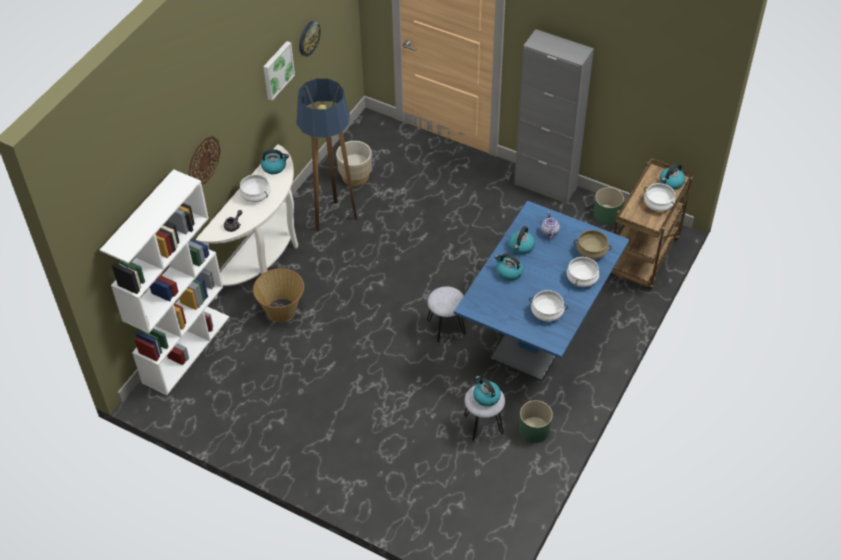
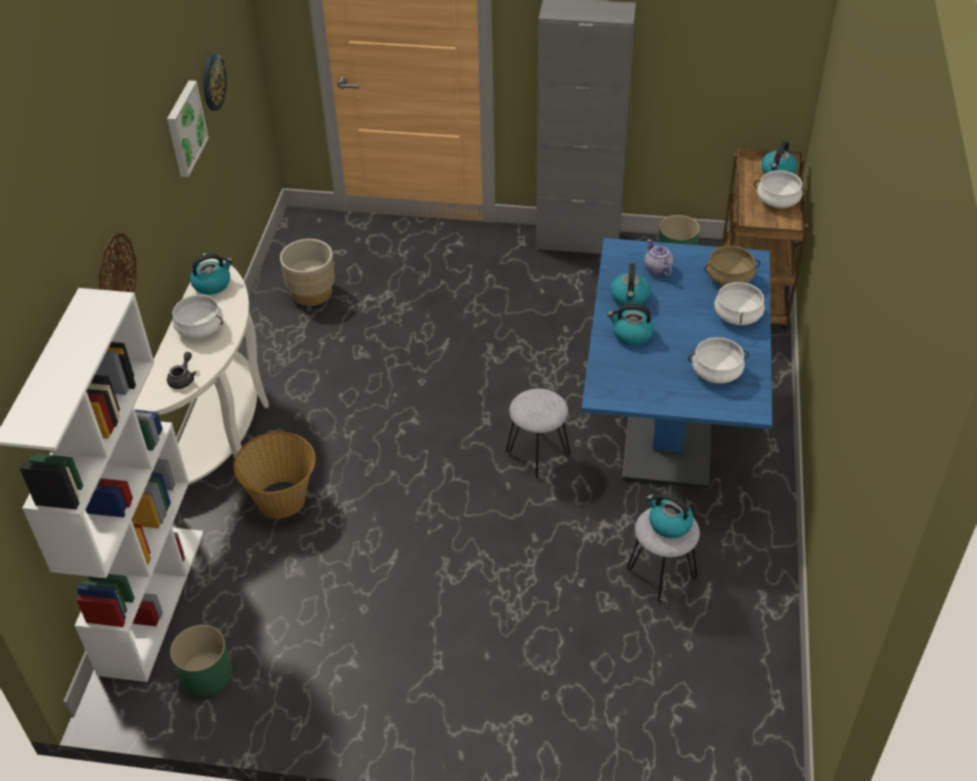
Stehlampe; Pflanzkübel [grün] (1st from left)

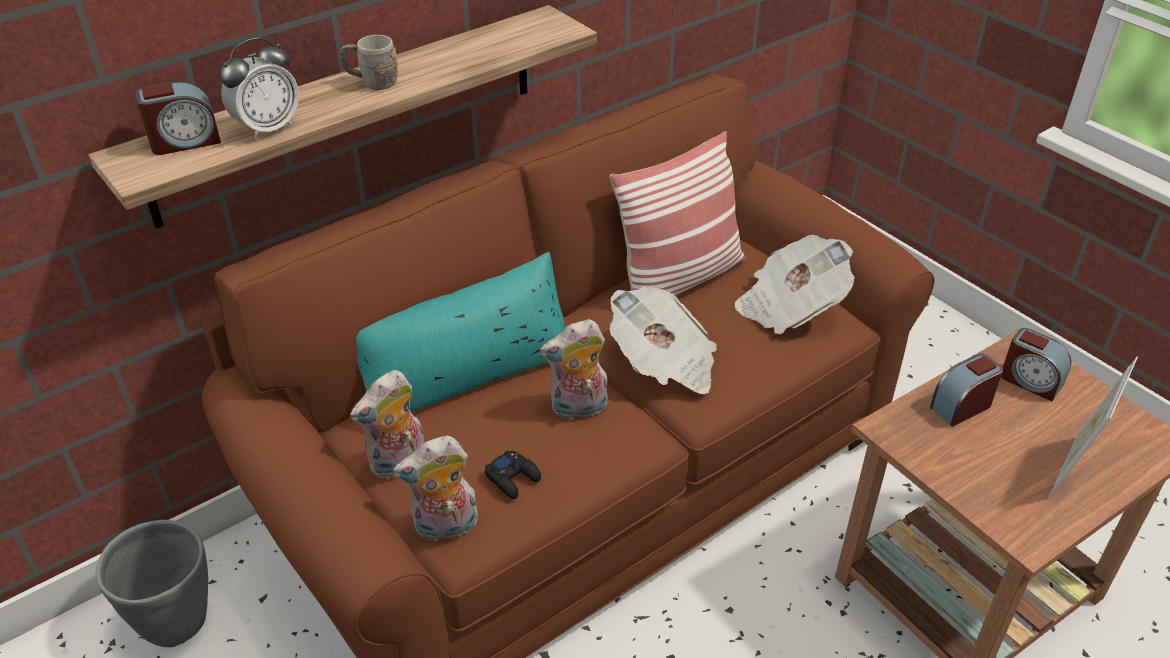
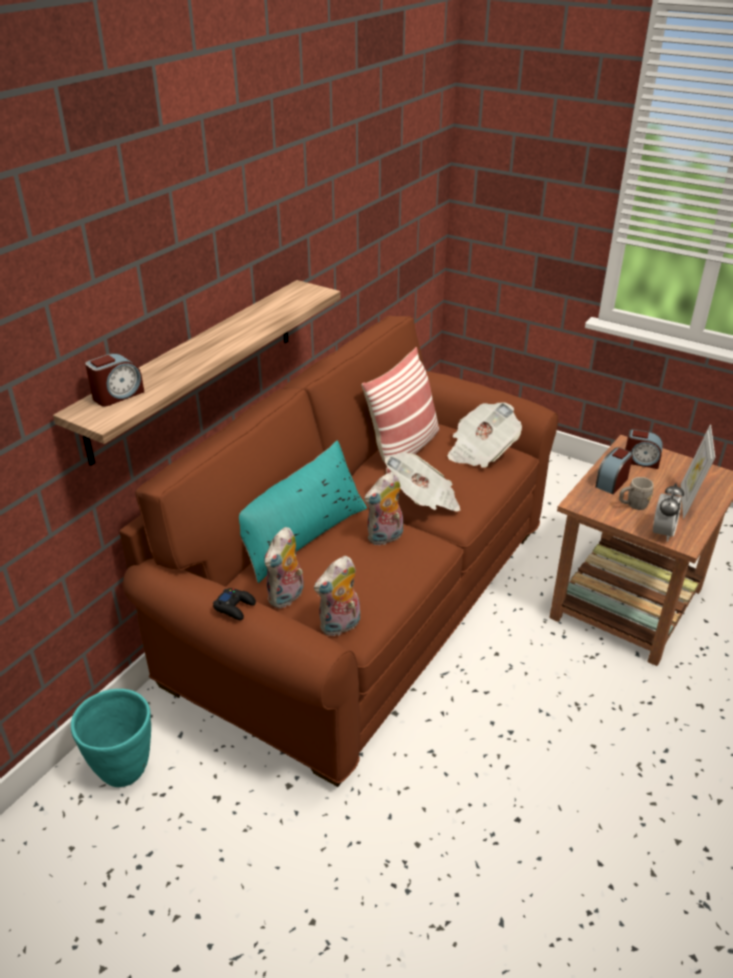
Henkelbecher [grau]; Wecker (4th from left); Gamepad [schwarz]; Pflanzkübel [türkis]

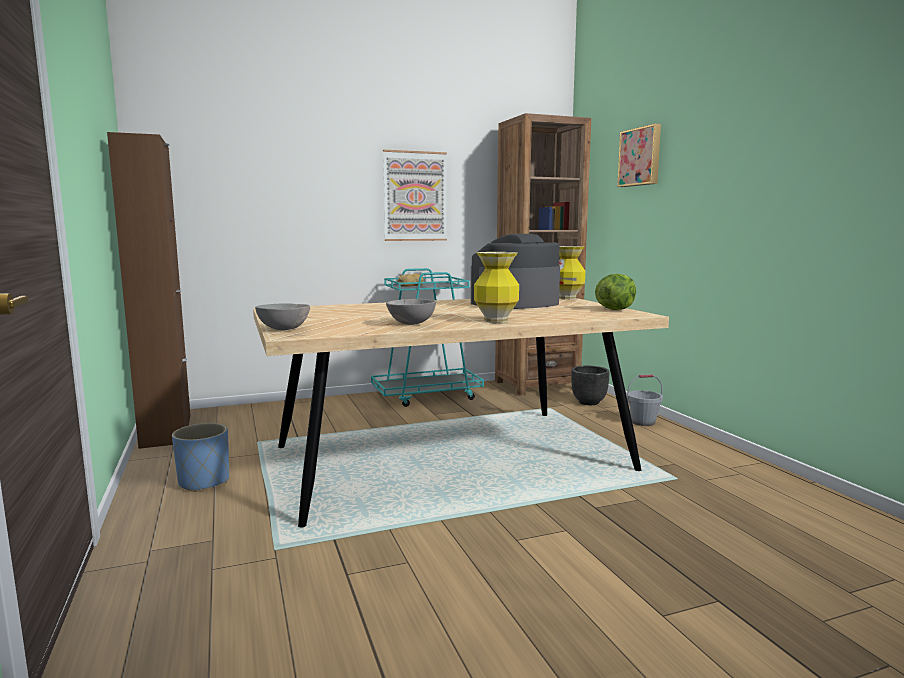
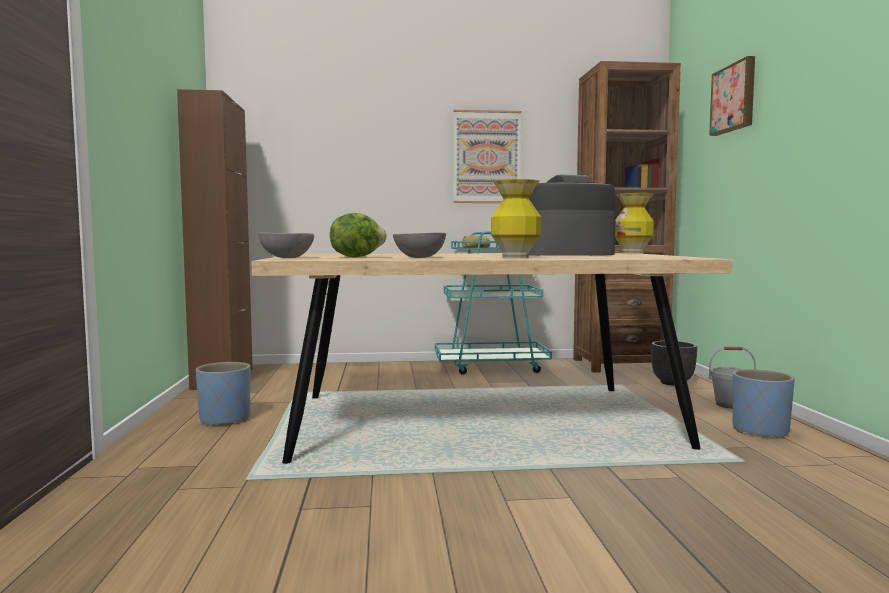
Salatkopf; Pflanzkübel [blau] (2nd from left)

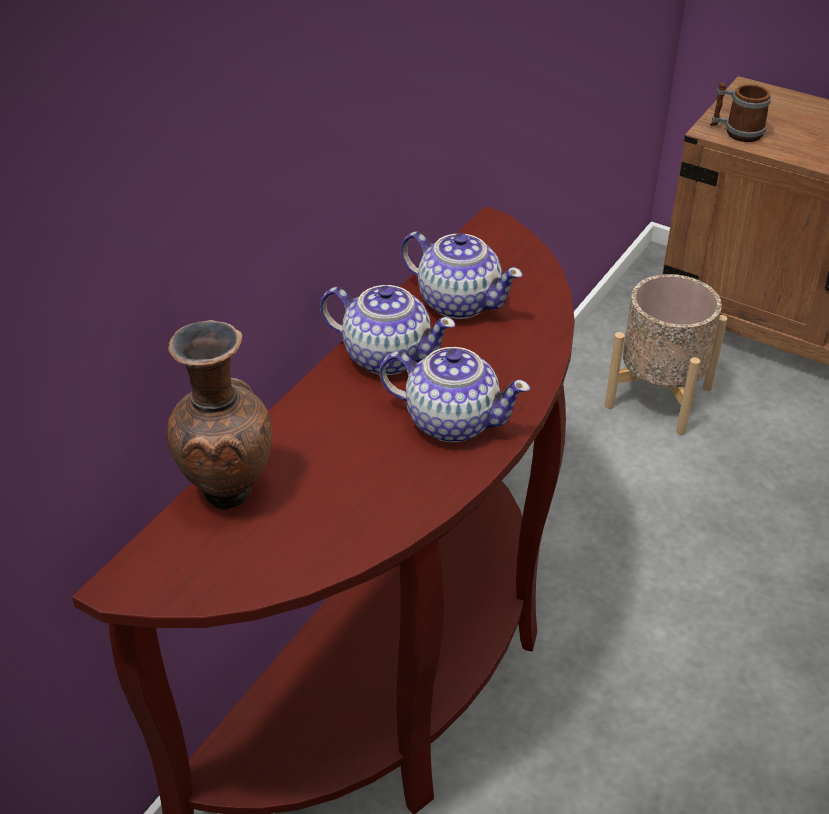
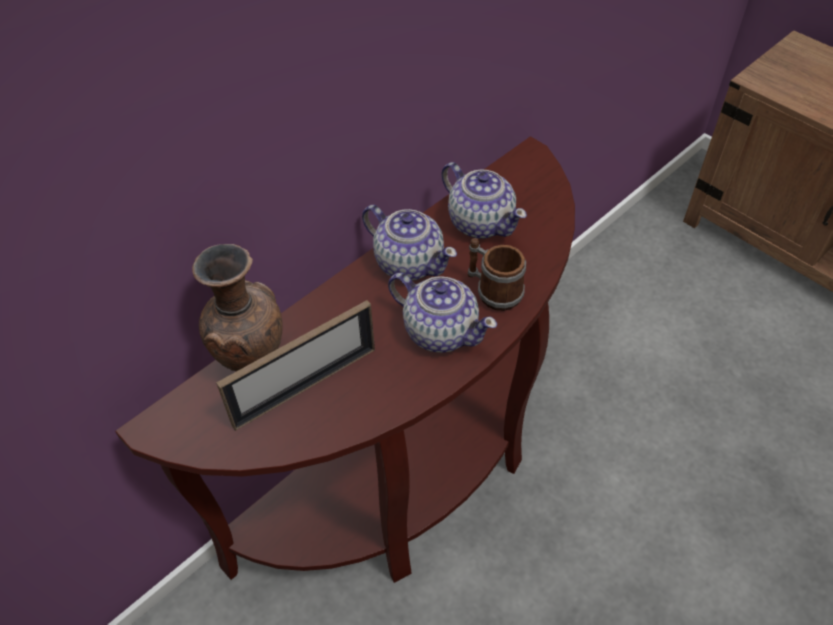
Henkelbecher; Pflanzkübel [beige]; Bilderrahmen

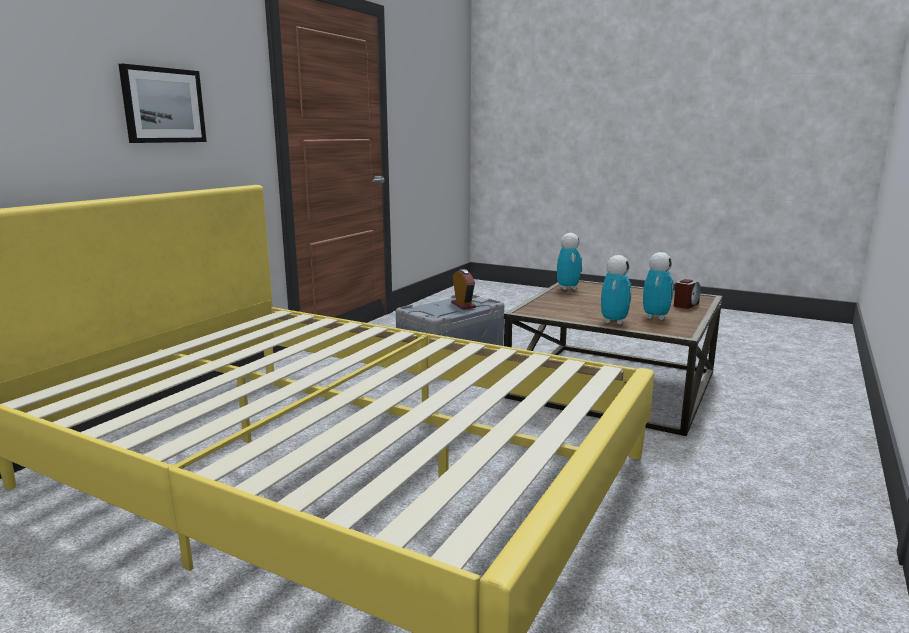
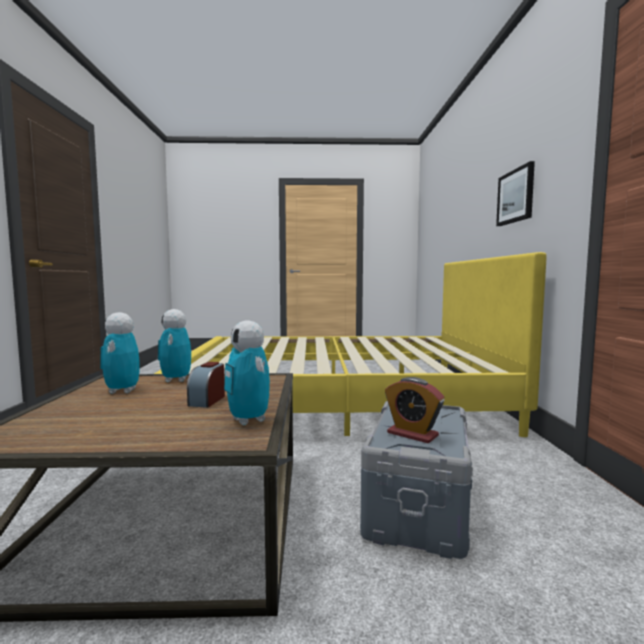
Wecker (1st from left)

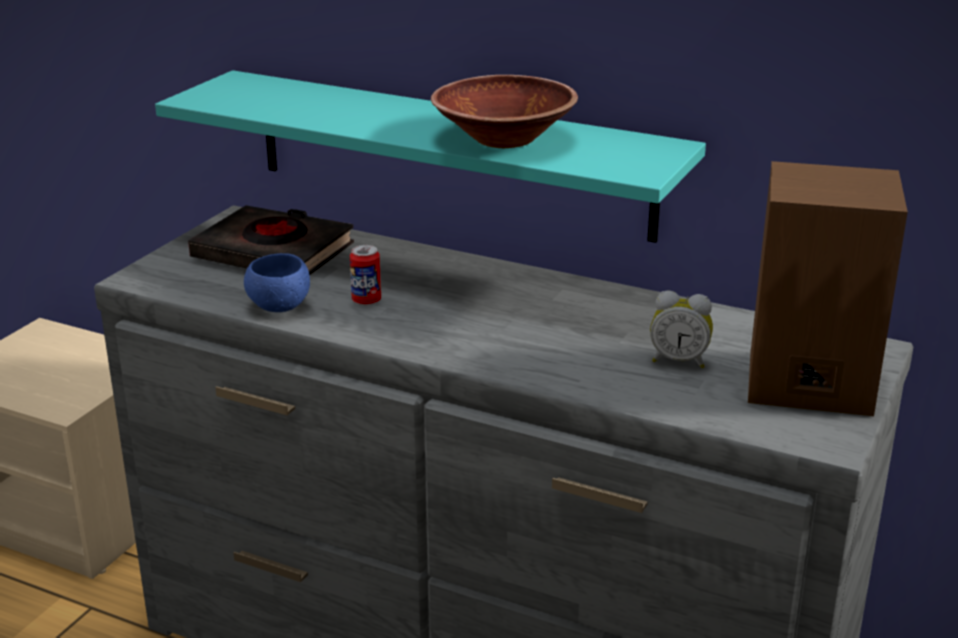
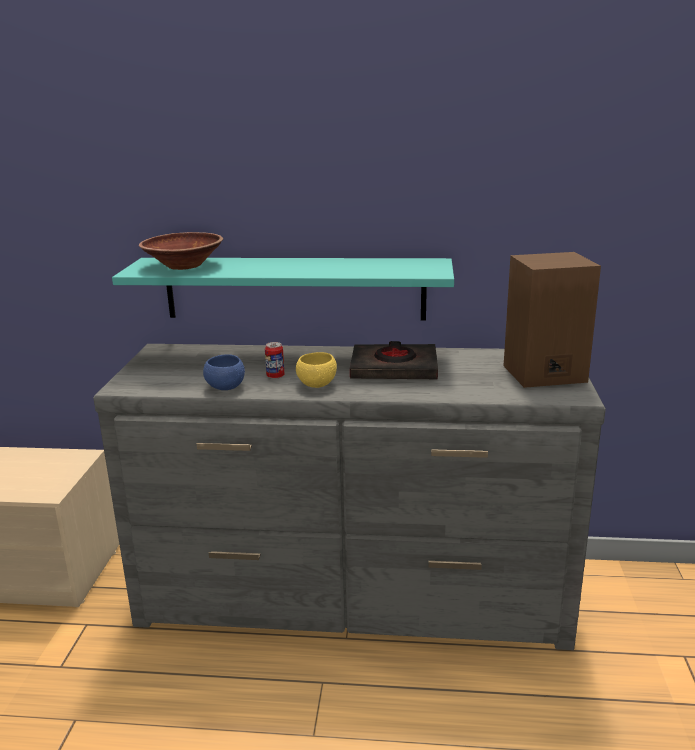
Schüssel [braun]; Buch [schwarz]; Wecker; Schüssel [gelb]

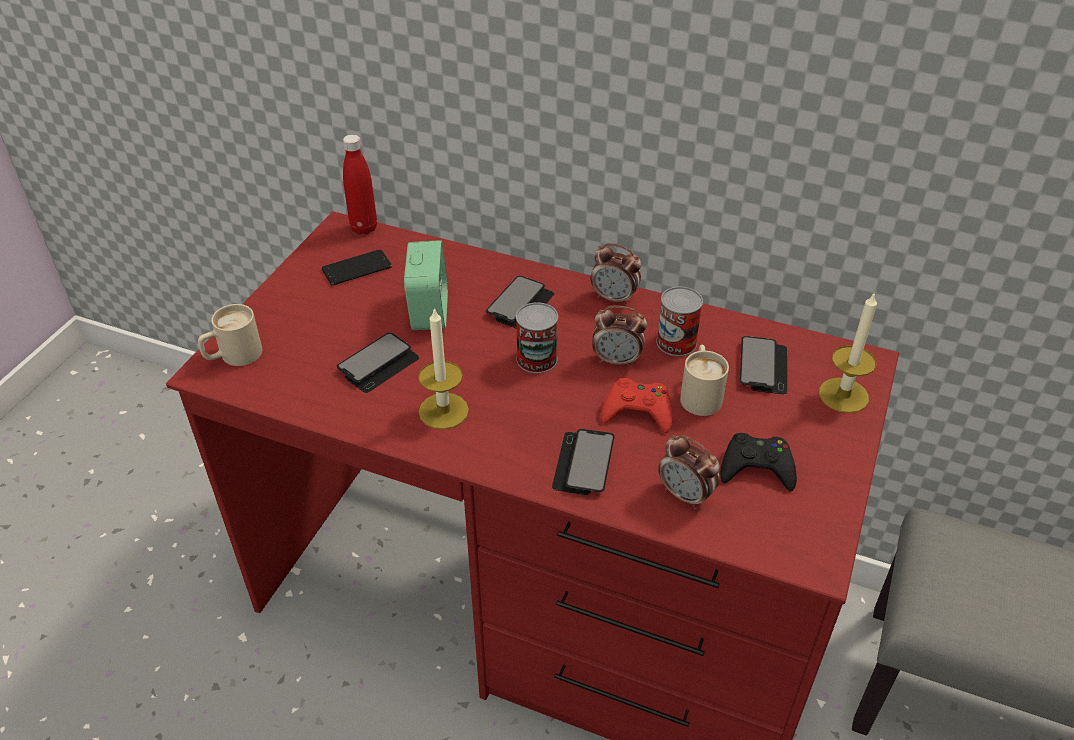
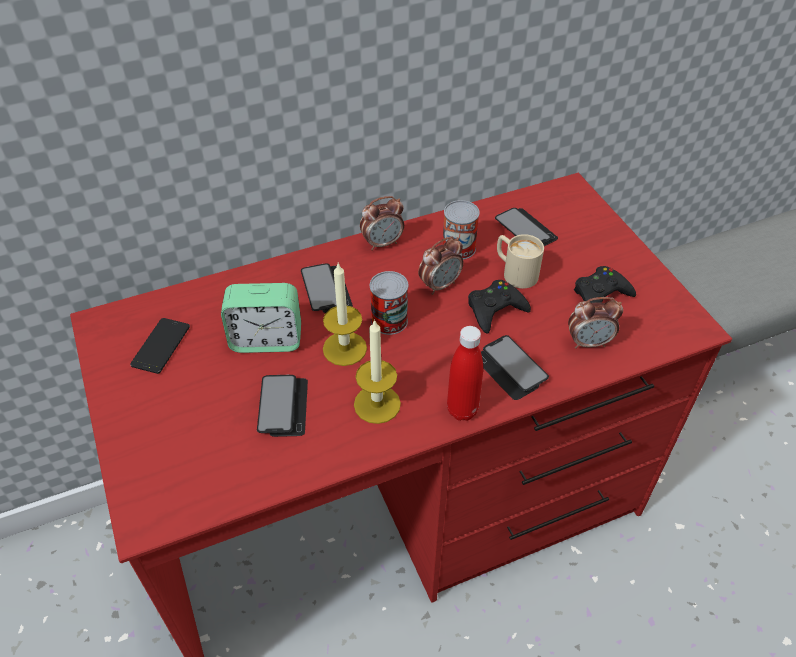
Flasche [rot]; Wecker (1st from left); Kerze (1st from left); Henkelbecher [beige] (1st from left in the first image); Gamepad [schwarz] (1st from left)

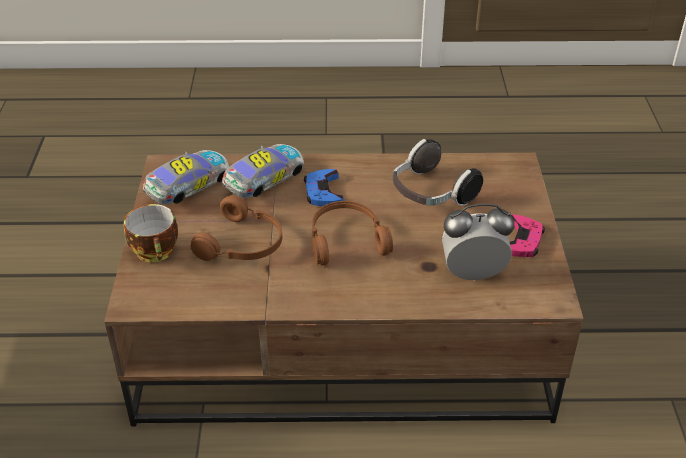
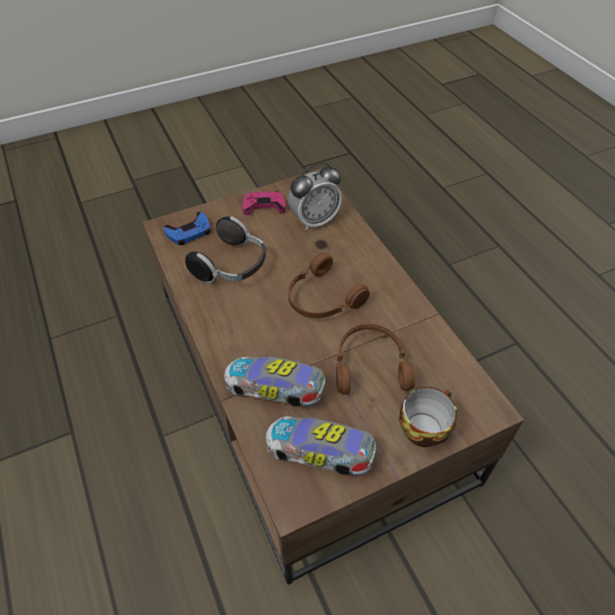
Gamepad [blau]; Wecker

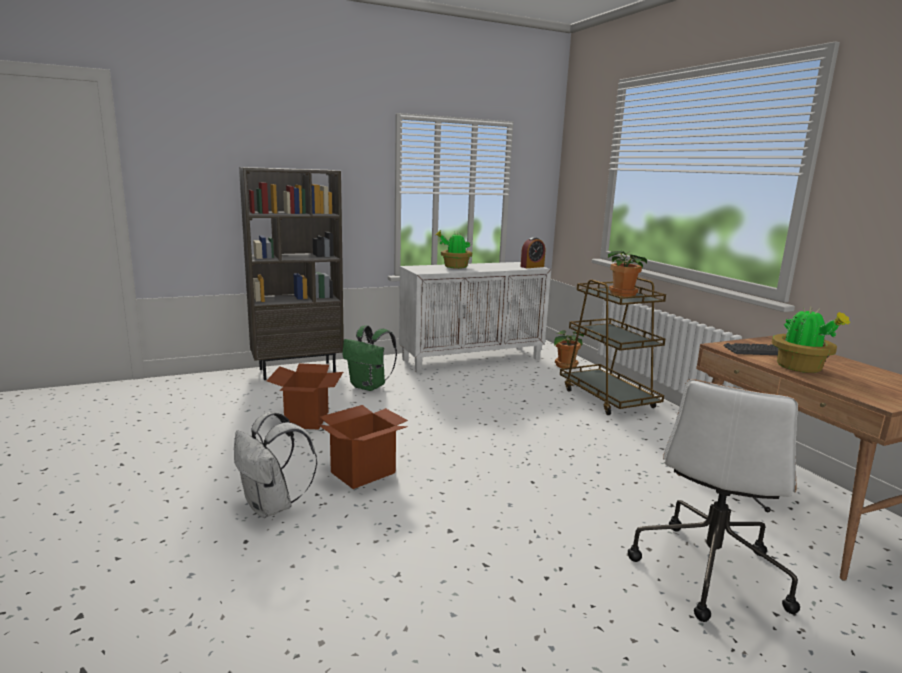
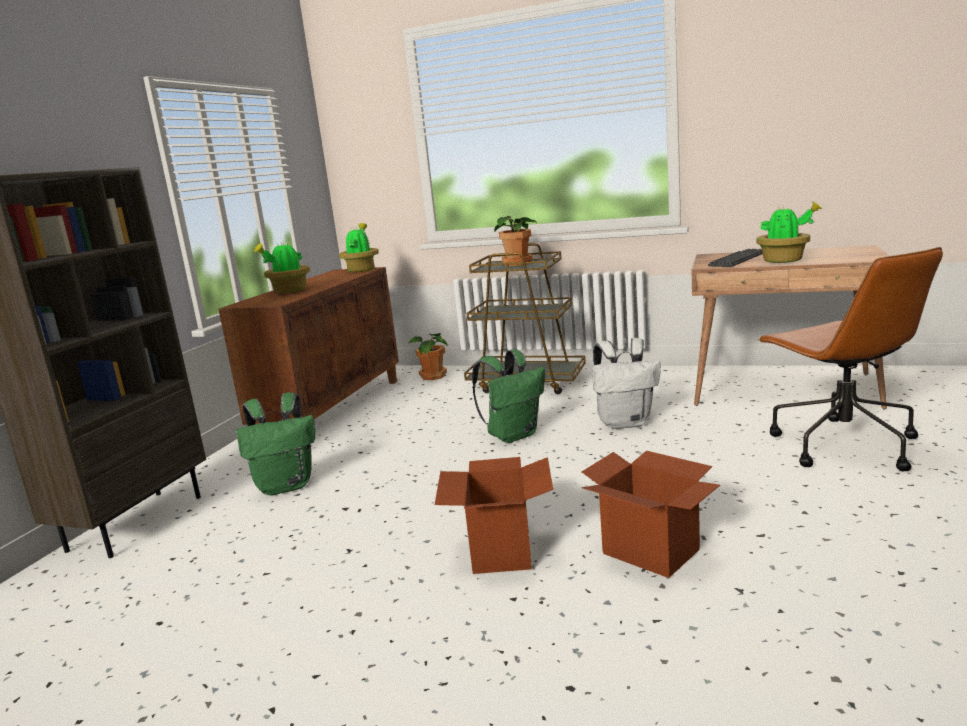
Topfpflanze (2nd from left); Schrank [braun]; Karton (2nd from left); Bürostuhl [braun]; Rucksack [weiß]; Rucksack [grün] (2nd from left)

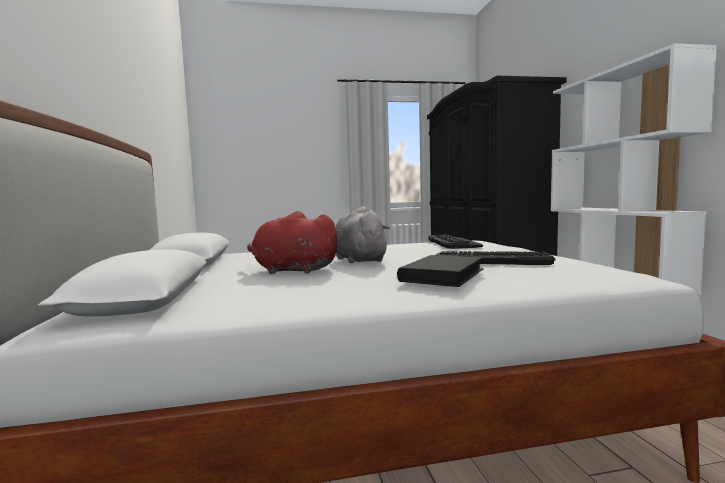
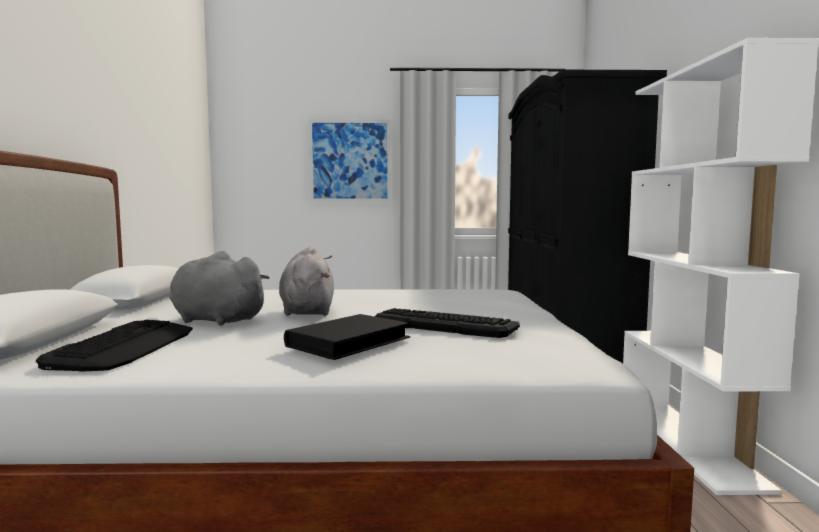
Plüschtier [grau] (1st from left); Tastatur (1st from left); Bild

